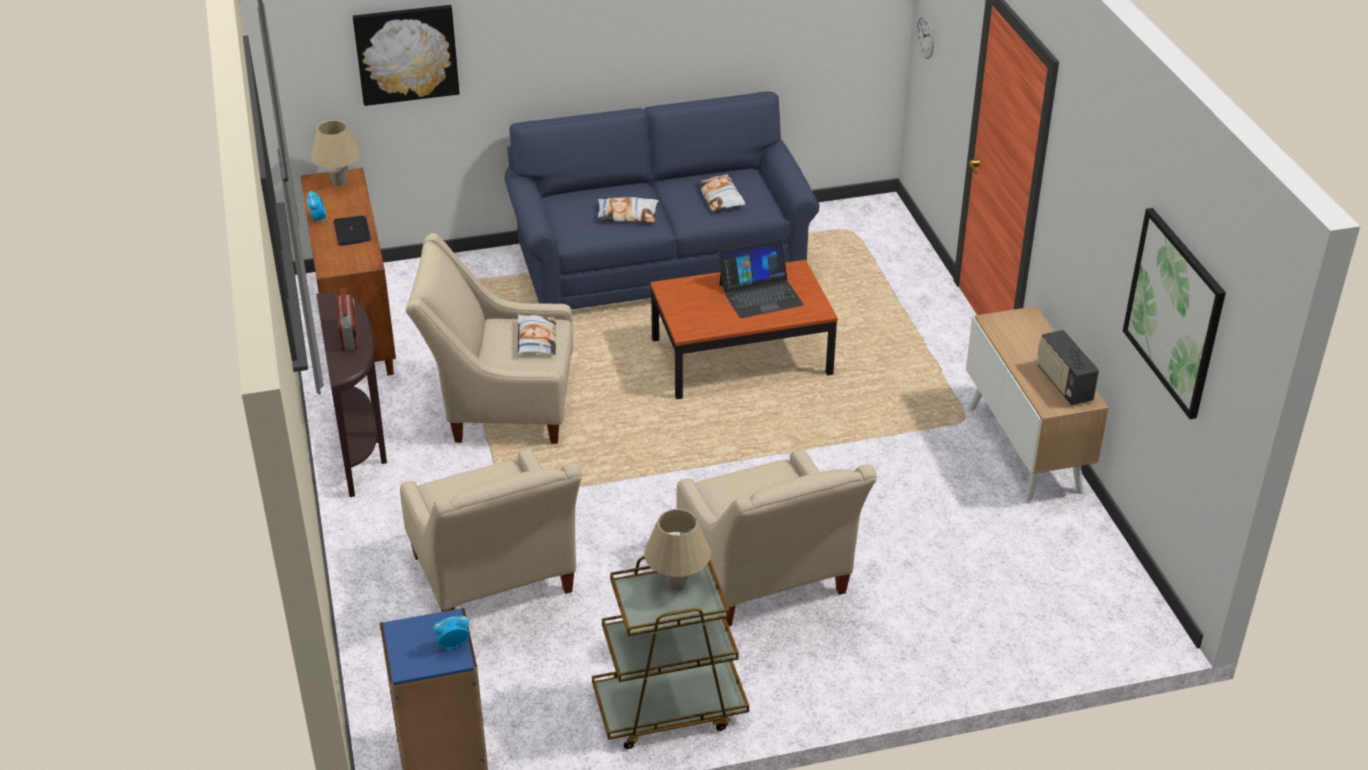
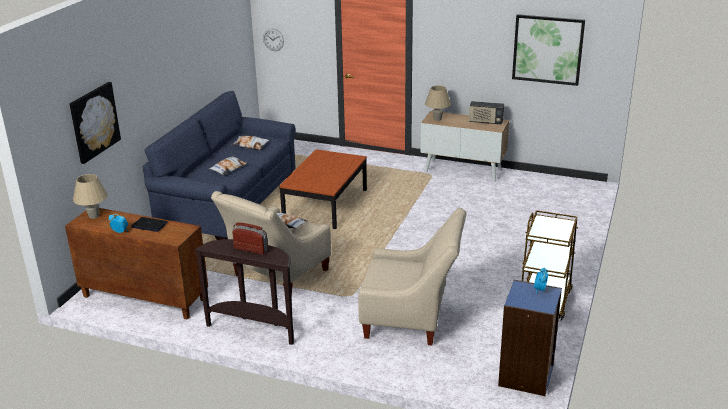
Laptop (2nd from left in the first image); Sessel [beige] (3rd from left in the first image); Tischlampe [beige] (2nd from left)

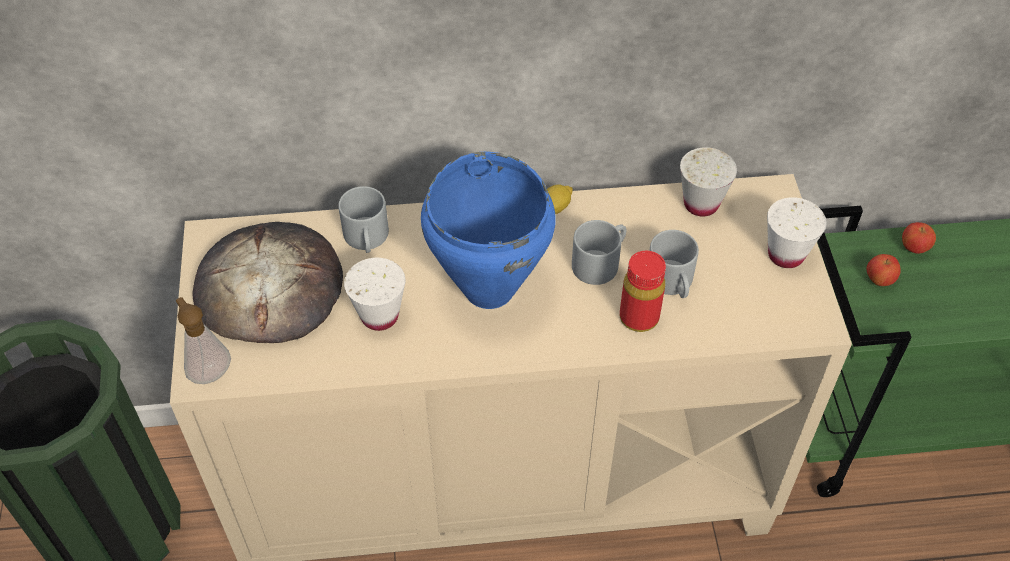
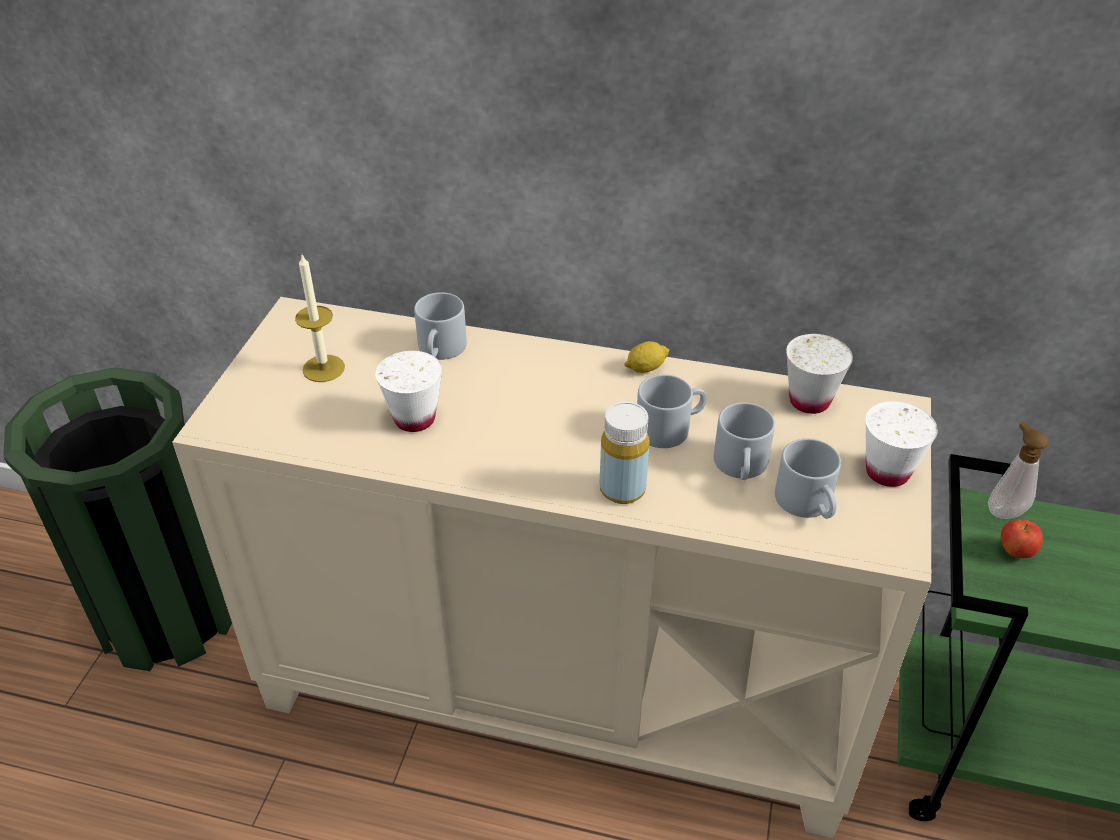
Kochtopf [blau]; Kerze; Apfel (2nd from left in the first image); Flasche [rot]; Seifenspender; Flasche [gelb]; Henkelbecher [grau] (4th from left)

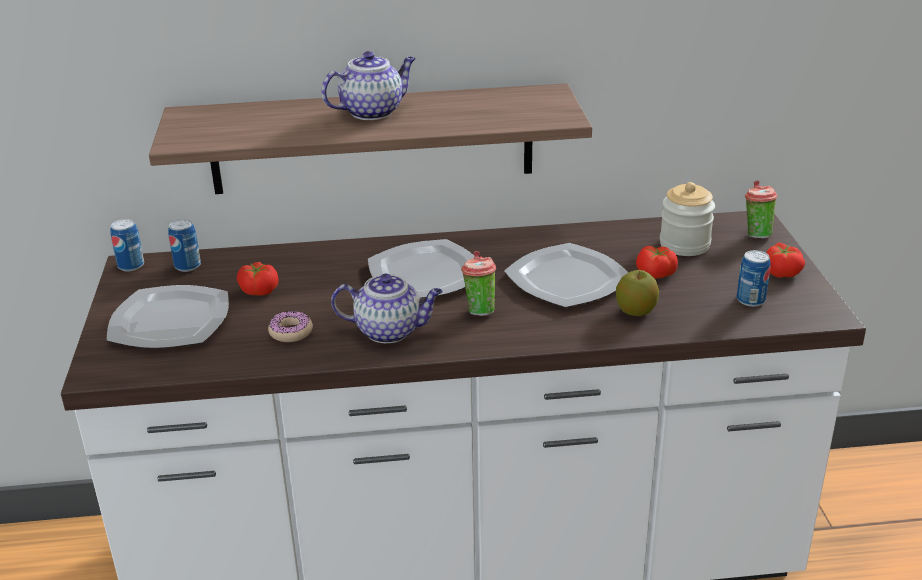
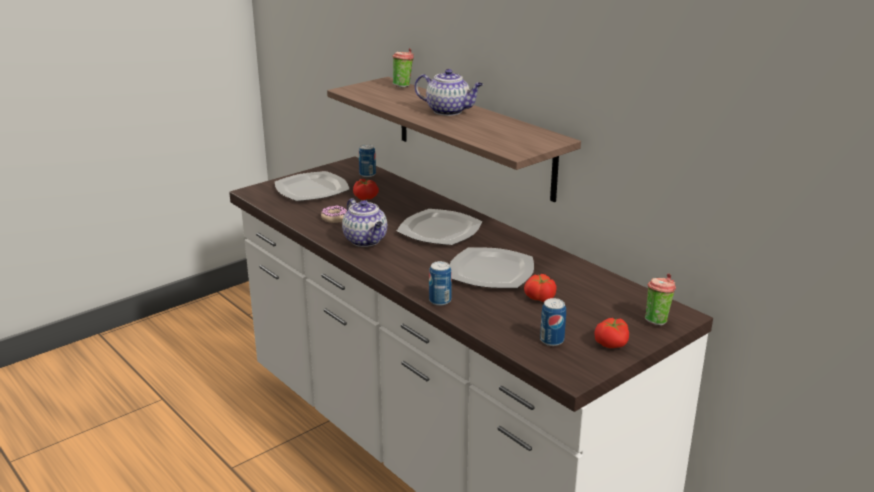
Vorratsglas; Dose (2nd from left); Tasse (1st from left); Apfel

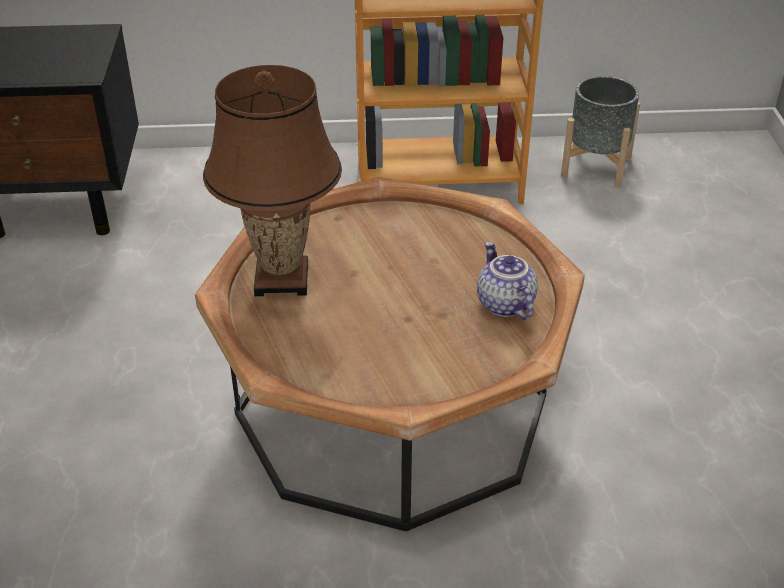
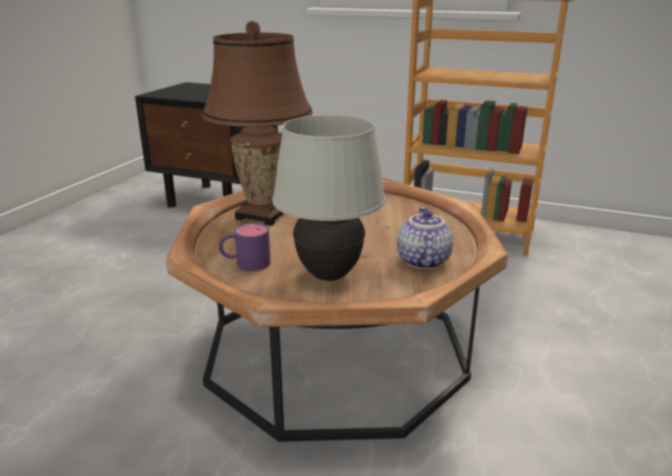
Pflanzkübel [grau]; Tischlampe [weiß]; Henkelbecher [lila]

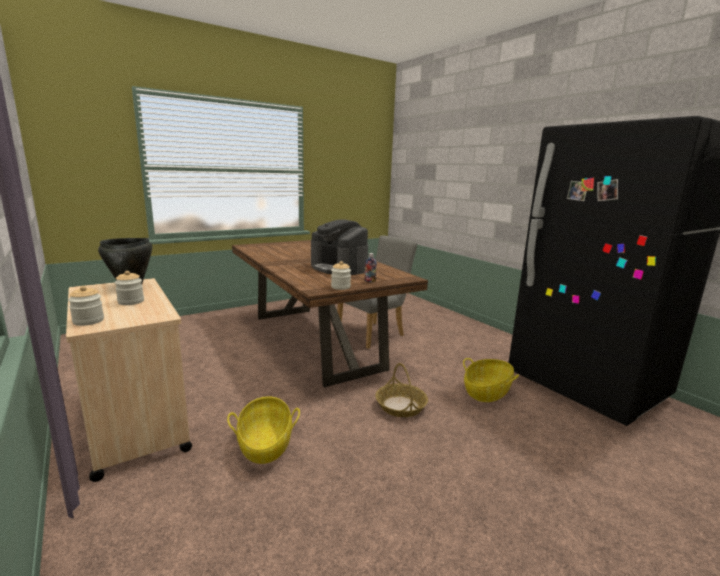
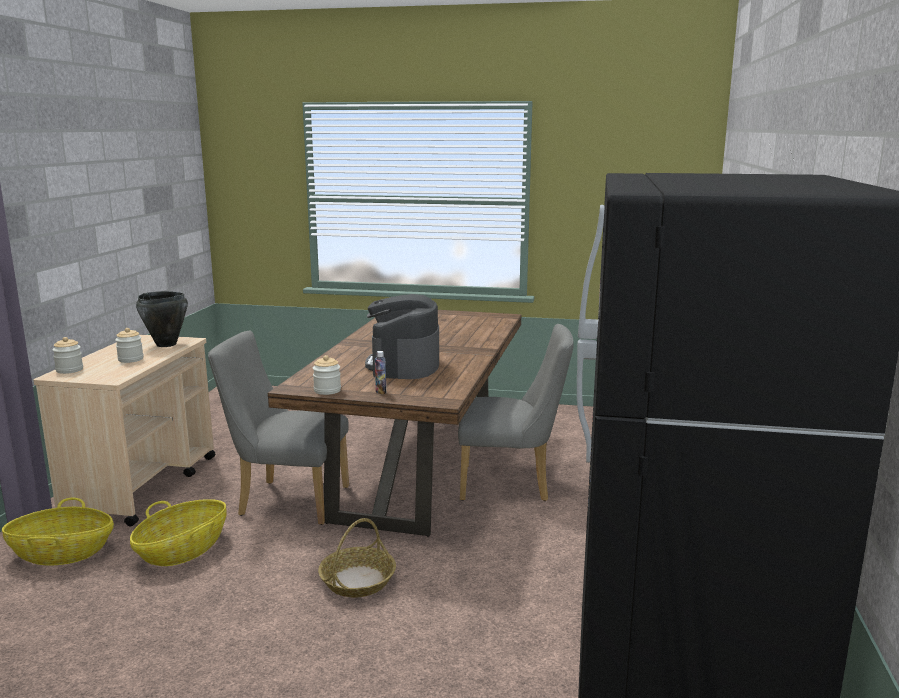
Korb (1st from left); Stuhl [grau] (1st from left)

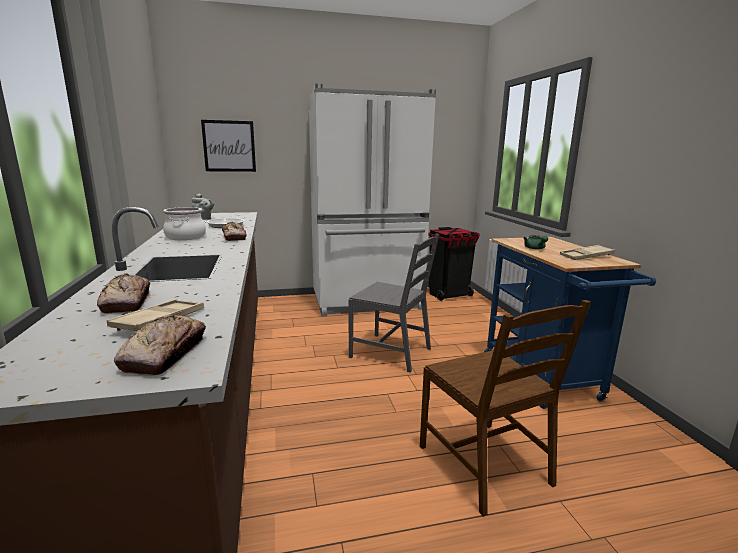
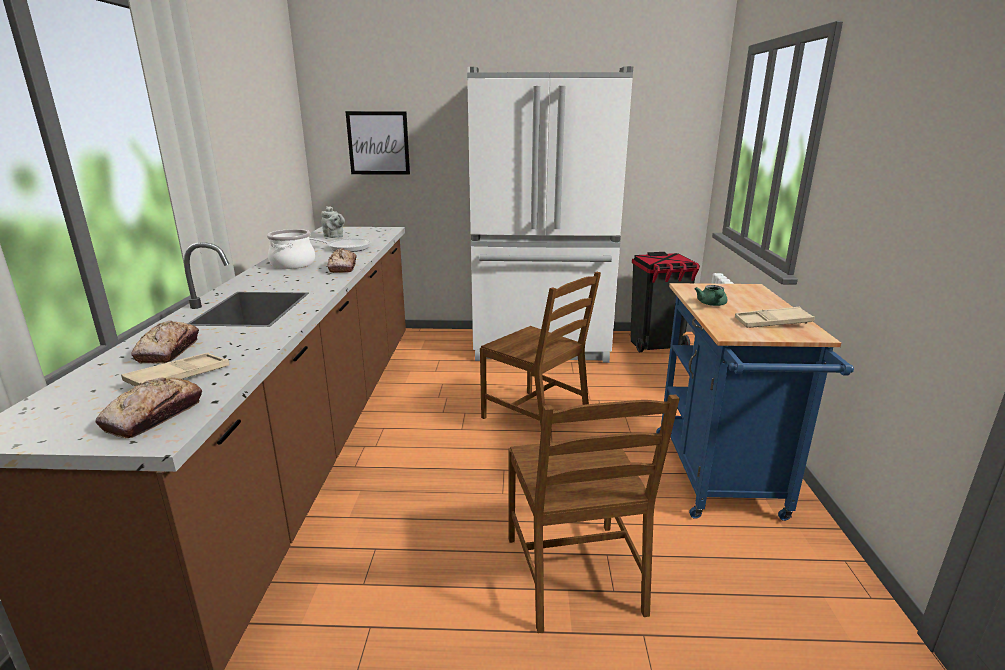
Stuhl [braun] (1st from left)

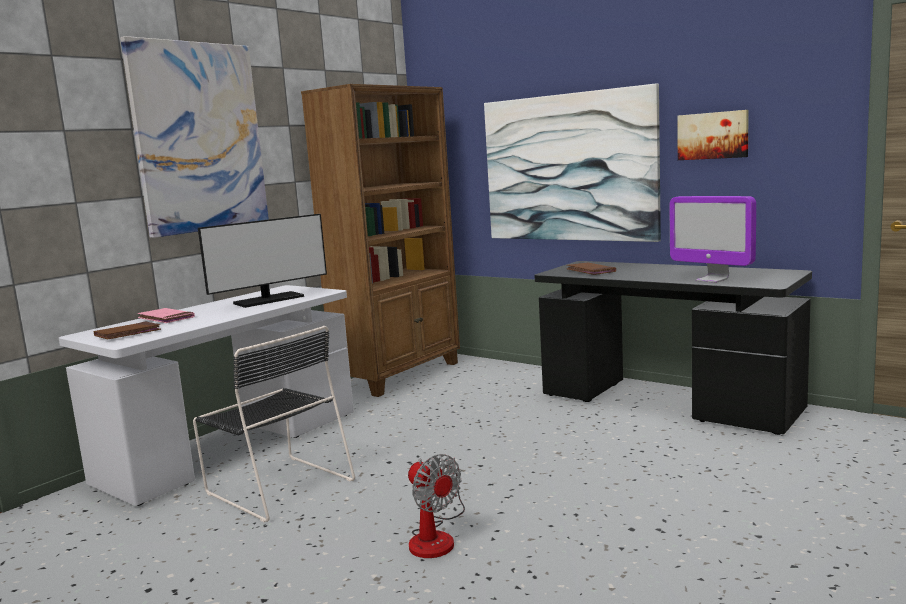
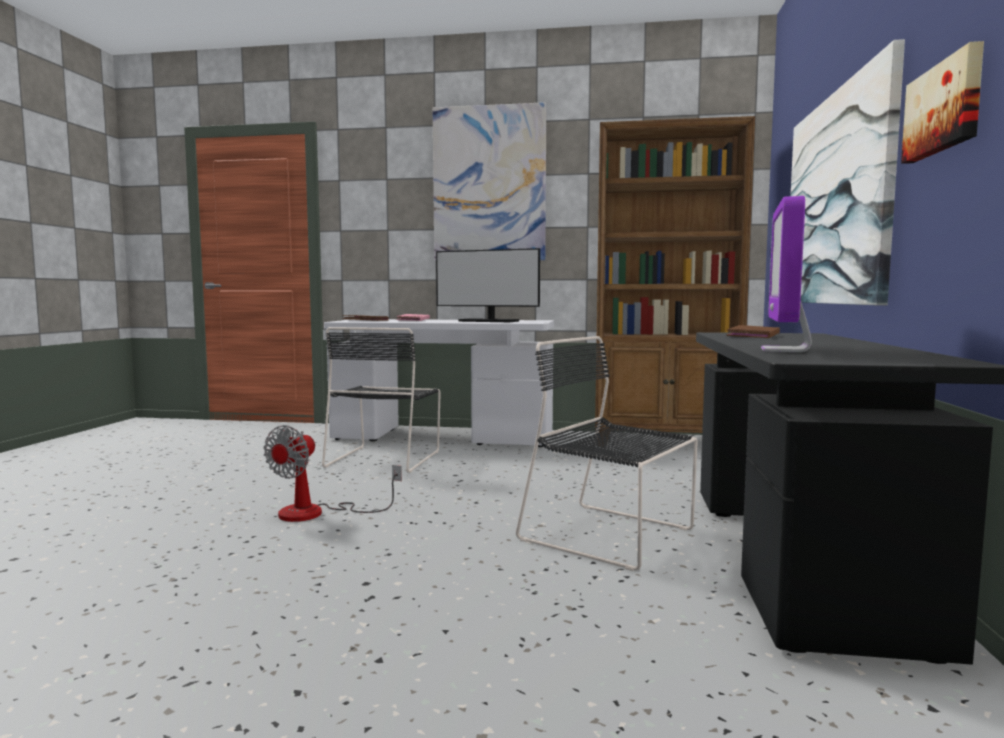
Stuhl [schwarz] (2nd from left)

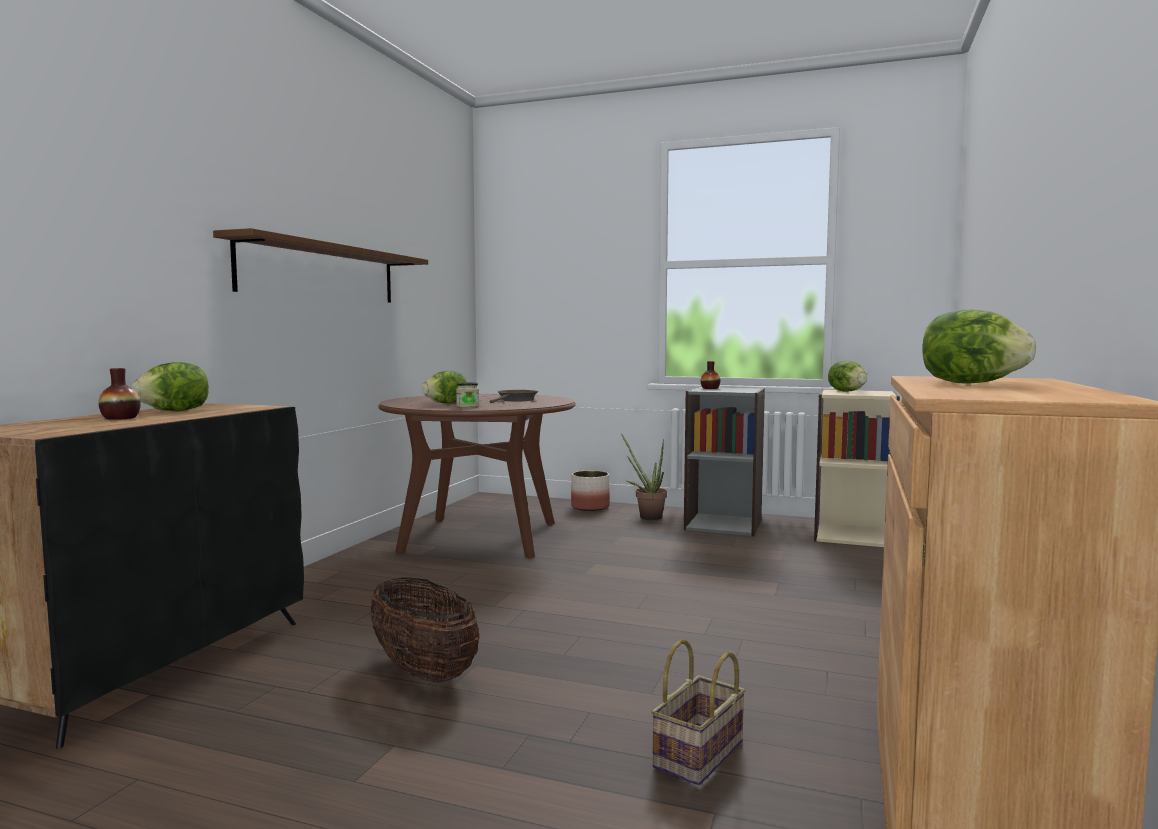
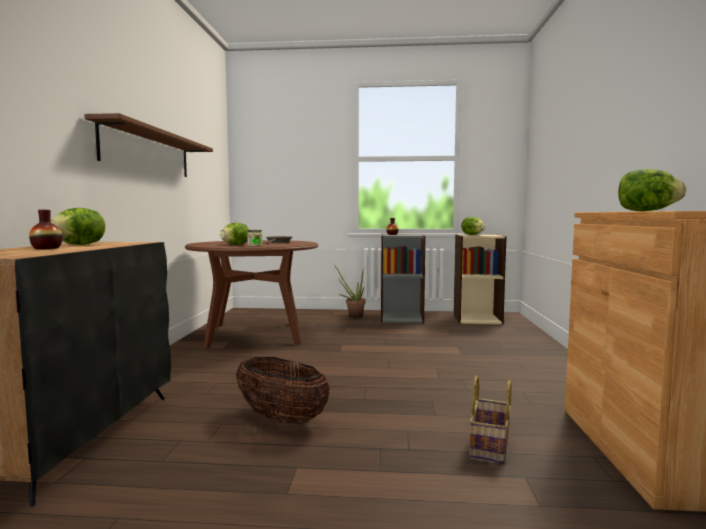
Pflanzkübel

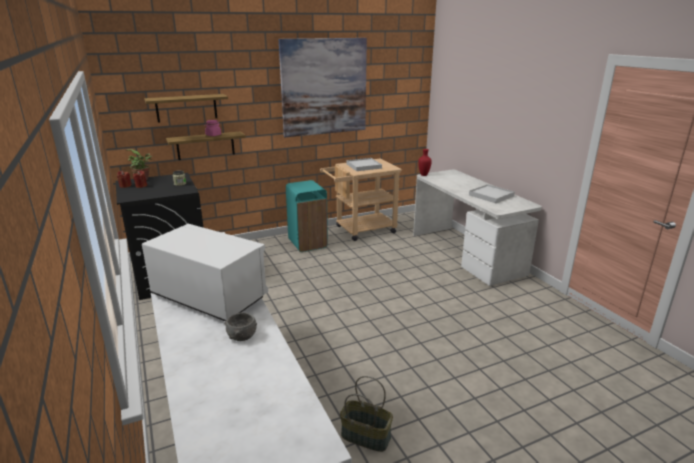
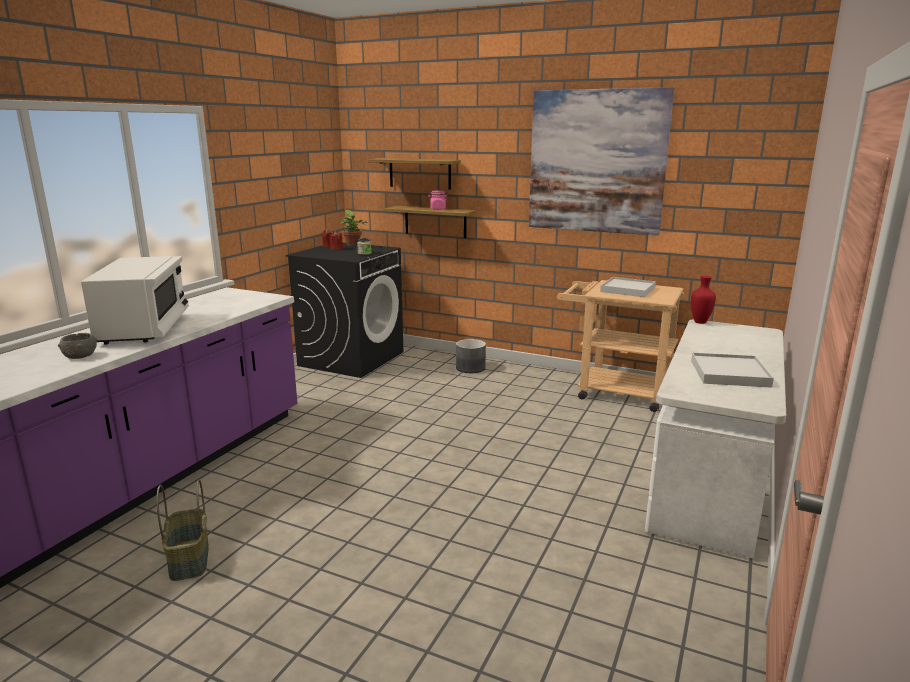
Mülleimer [türkis]; Pflanzkübel [grau]

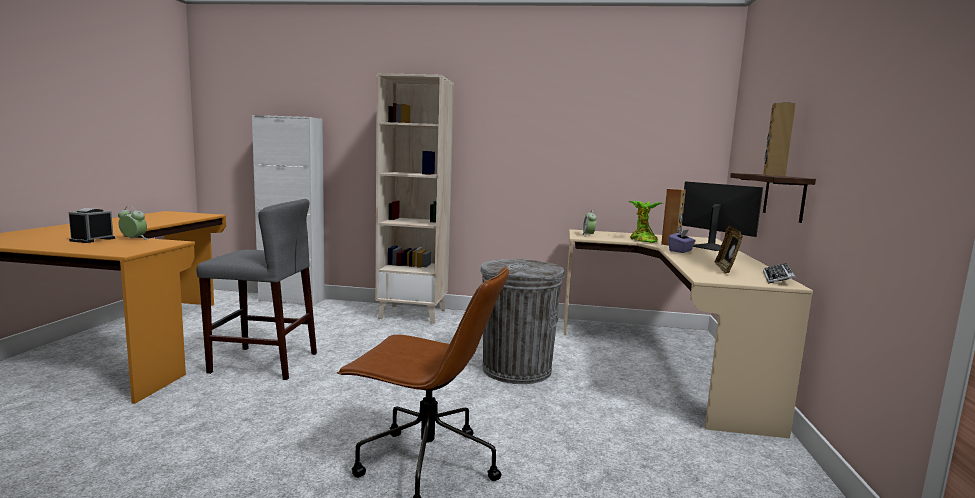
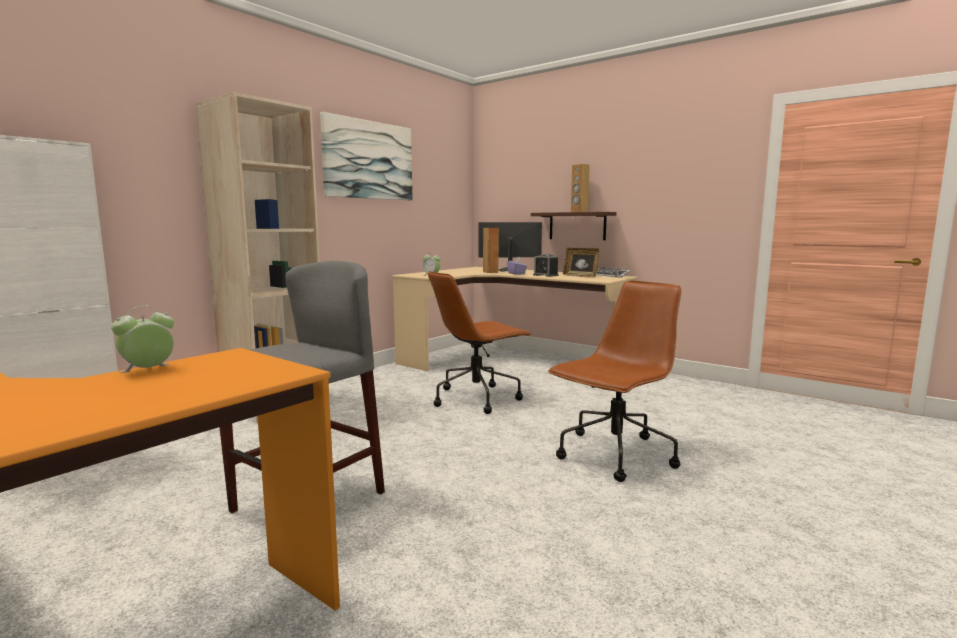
Topfpflanze; Wecker (3rd from left); Bürostuhl [braun] (1st from left); Bild

